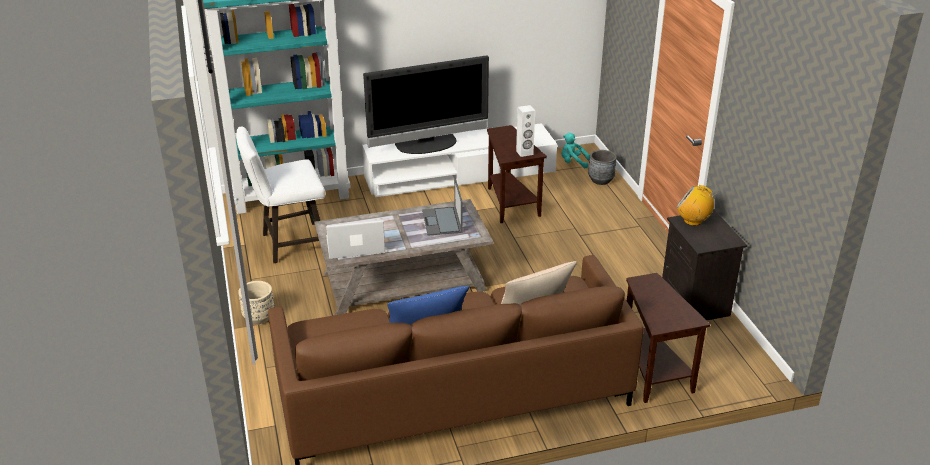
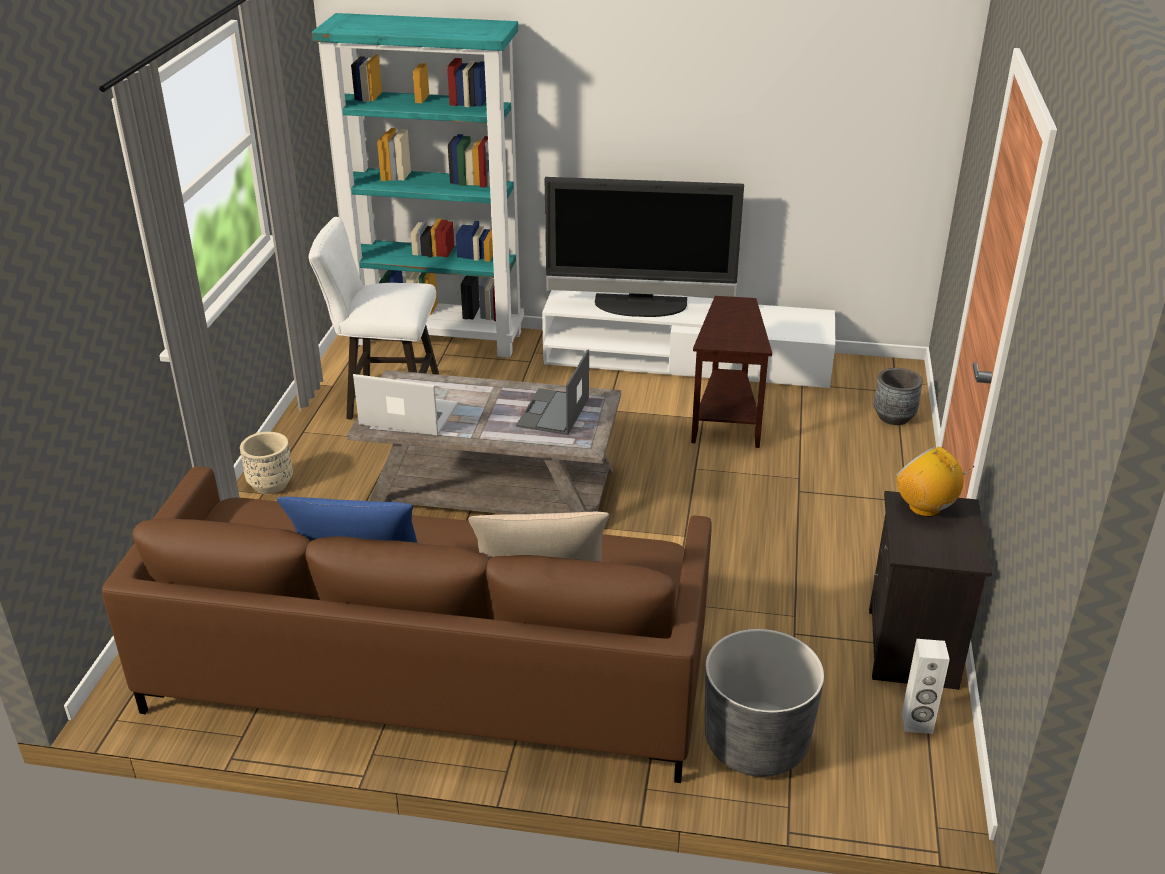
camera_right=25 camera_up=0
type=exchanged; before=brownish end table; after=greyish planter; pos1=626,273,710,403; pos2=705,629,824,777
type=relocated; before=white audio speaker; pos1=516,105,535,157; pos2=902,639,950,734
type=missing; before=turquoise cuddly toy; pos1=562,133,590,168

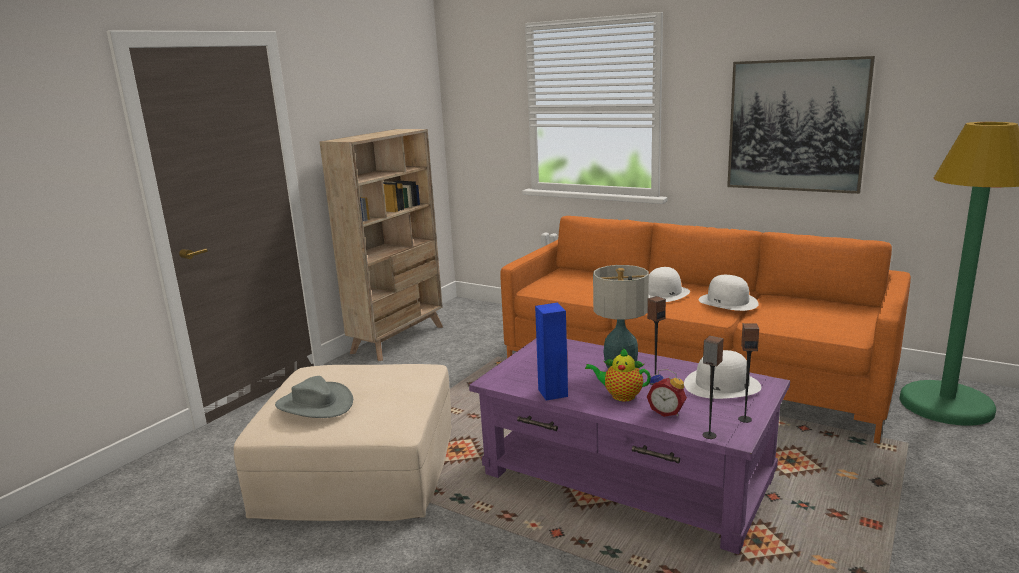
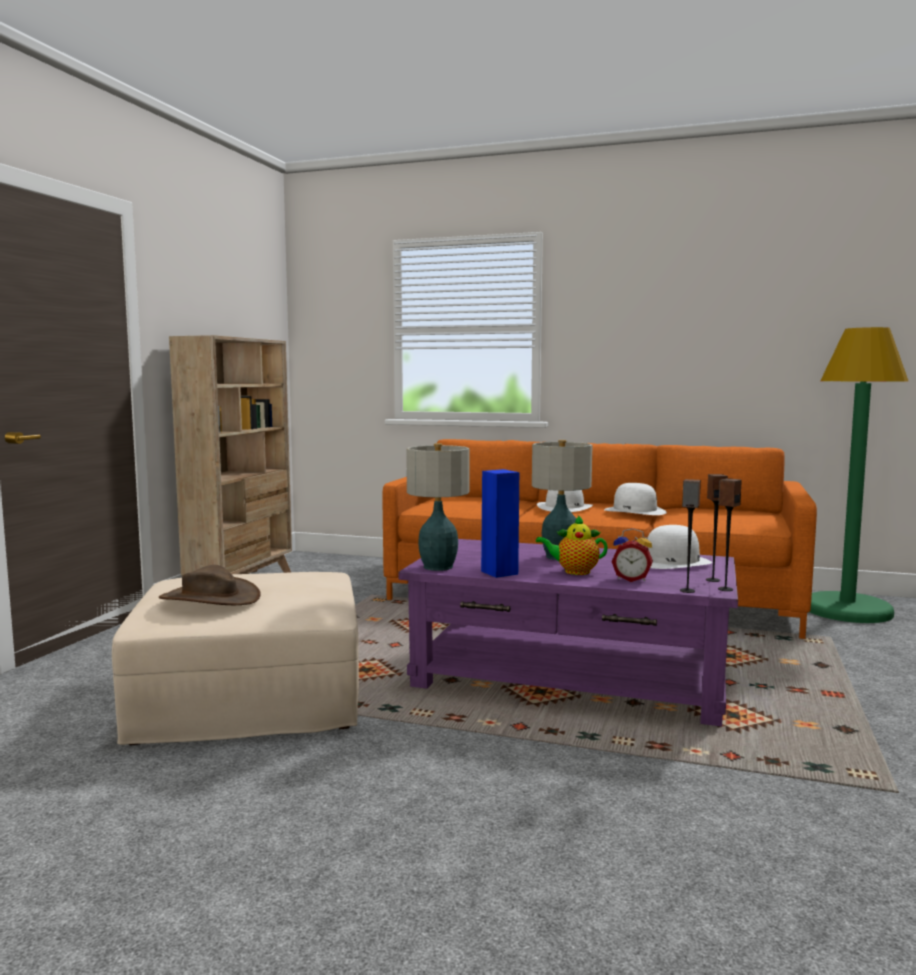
camera_right=-15 camera_up=-10
type=colour; before=greyish wearable hat; after=brownish wearable hat; pos1=275,376,353,418; pos2=159,565,261,605
type=appeared; after=tabletop lamp; pos2=406,443,470,571
type=relocated; before=audio speaker; pos1=647,296,666,385; pos2=718,478,742,591
type=missing; before=picture; pos1=727,56,875,194

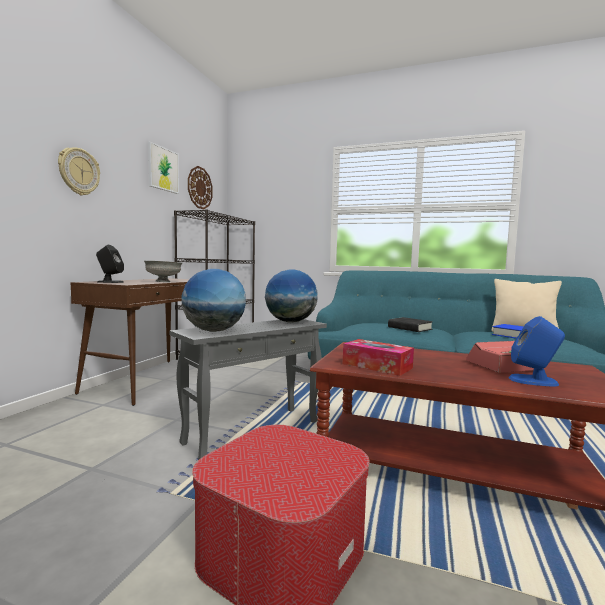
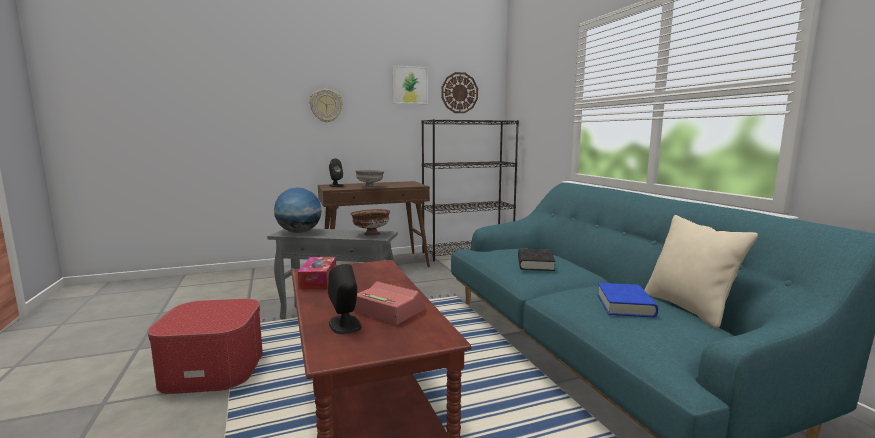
camera_right=50 camera_up=5
type=colour; before=blue audio speaker; after=black audio speaker; pos1=509,316,565,386; pos2=328,264,361,334
type=exchanged; before=globe; after=brownish bowl; pos1=265,269,317,323; pos2=351,209,390,236

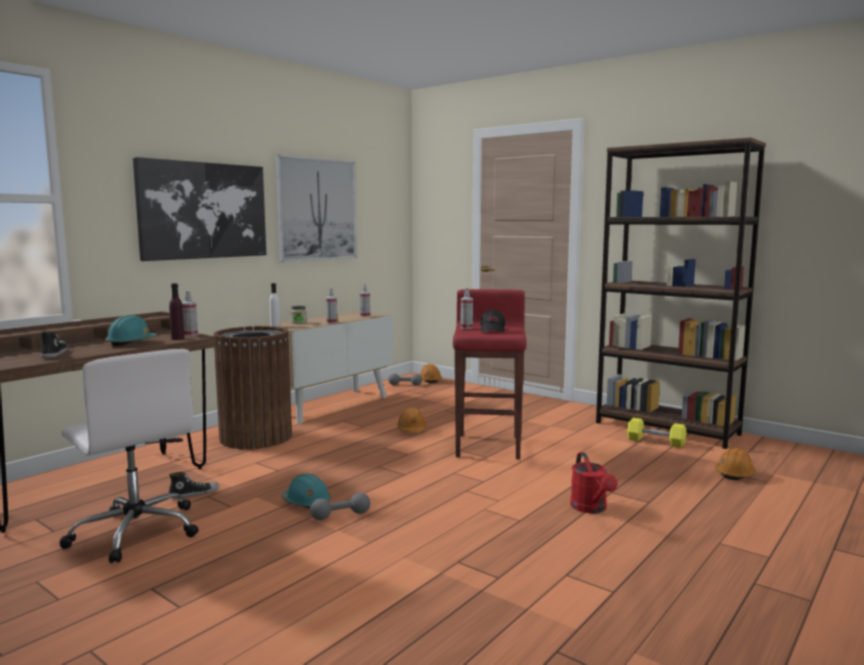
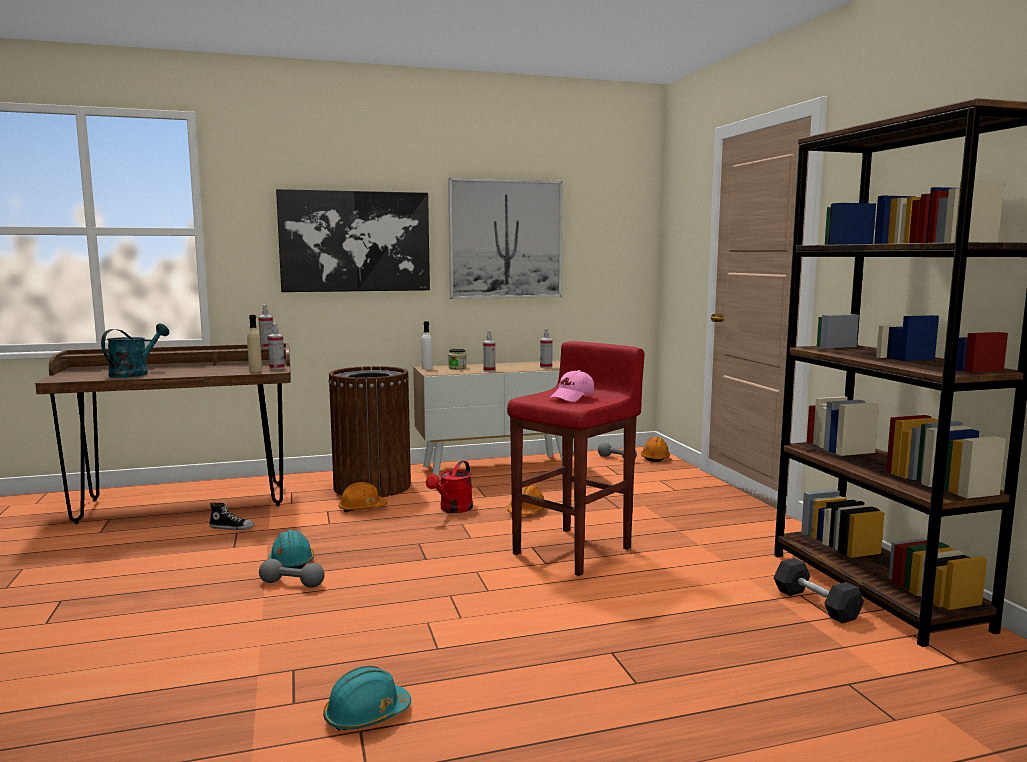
camera_right=35 camera_up=0
type=exchanged; before=shoe; after=turquoise watering pot; pos1=41,331,68,358; pos2=101,323,169,378
type=colour; before=purplish drink bottle; after=beige-coloured drink bottle; pos1=169,283,185,340; pos2=247,315,262,372
type=relocated; before=sprayer; pos1=461,287,473,329; pos2=258,305,273,348
type=relocated; before=turquoise hard hat; pos1=105,315,157,346; pos2=323,666,411,731
type=relocated; before=orange-coloured hard hat; pos1=715,448,755,480; pos2=338,482,388,512
type=relocated; before=red watering pot; pos1=570,452,617,514; pos2=426,461,473,513
type=colour; before=black cap; after=pink cap; pos1=480,309,505,332; pos2=550,370,594,402
type=colour; before=yellow dumbbell; after=black dumbbell; pos1=627,418,686,448; pos2=773,558,864,623
type=missing; before=white desk chair; pos1=59,349,198,563

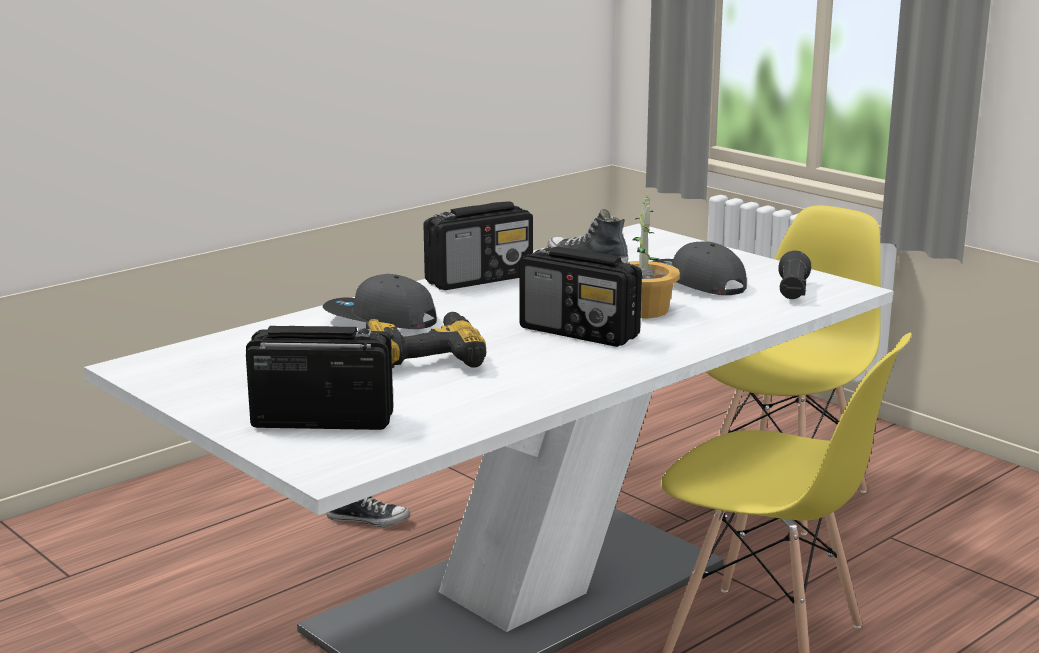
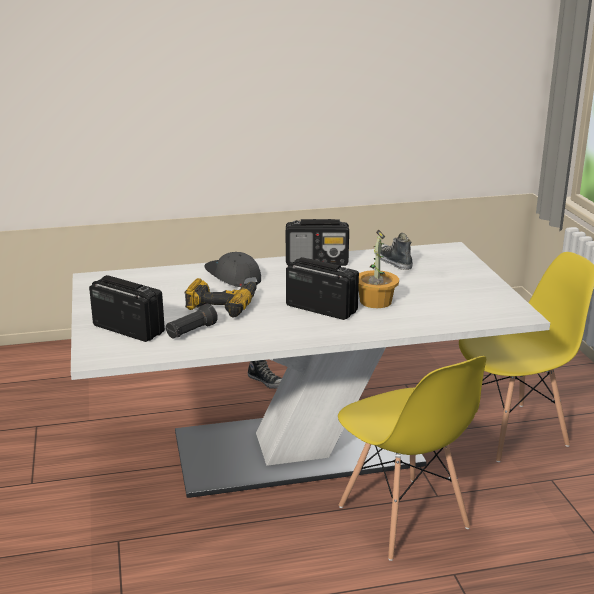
camera_right=30 camera_up=5
type=relocated; before=black flashlight; pos1=778,251,811,299; pos2=165,304,218,338
type=spun; before=radio; pos1=520,246,642,347; pos2=286,257,359,320; turn=150
type=missing; before=greyish cap; pos1=652,242,747,295

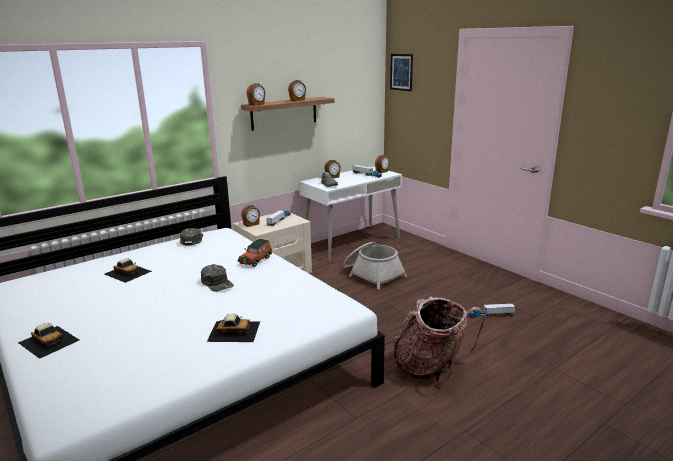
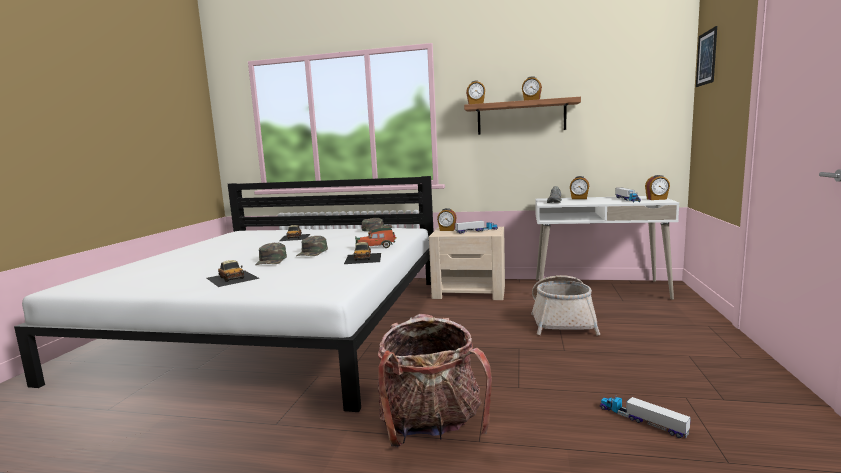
camera_right=50 camera_up=-10
type=appeared; after=green cap; pos2=255,243,287,265
type=relocated; before=model car; pos1=18,323,79,359; pos2=344,242,381,264

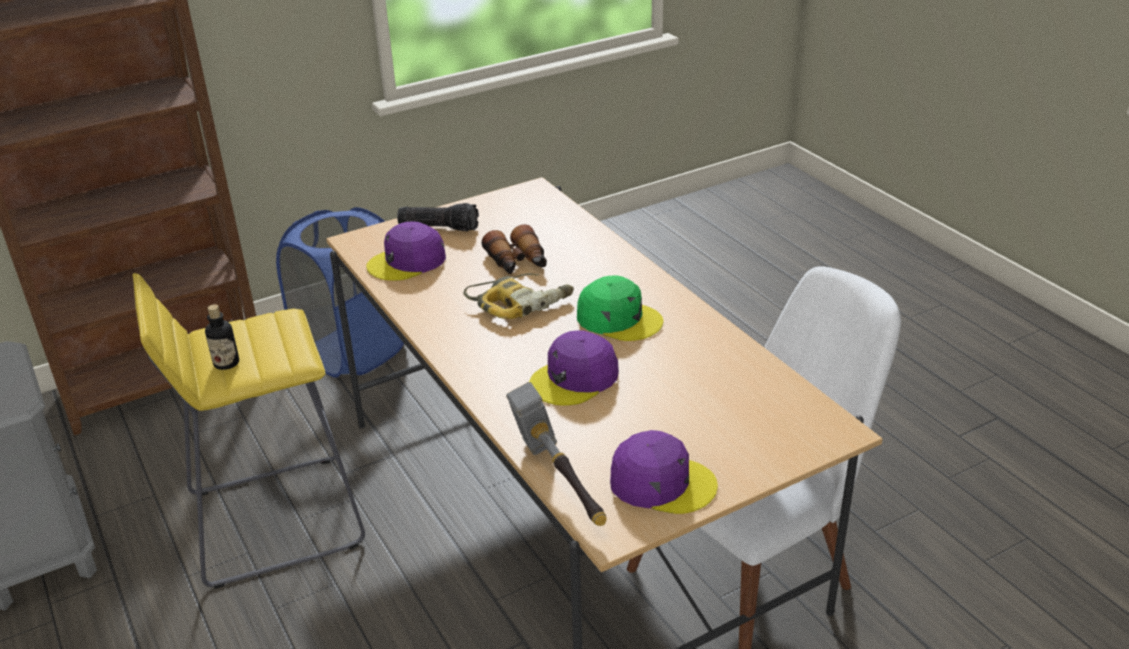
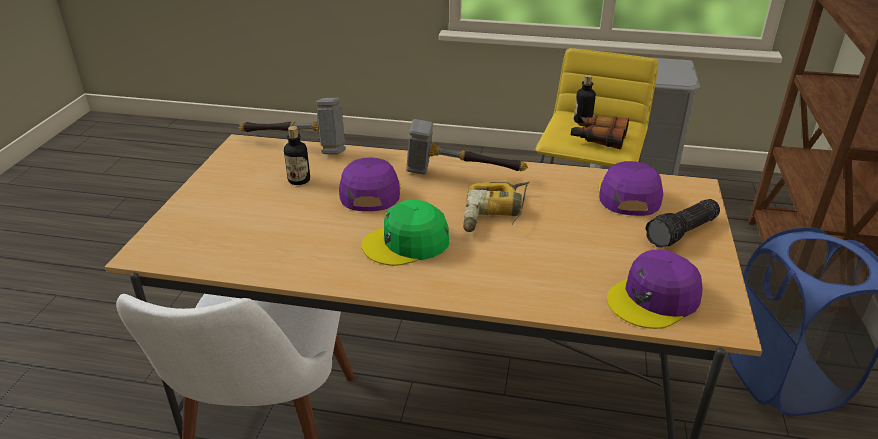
camera_right=130 camera_up=0
type=appeared; after=drink bottle; pos2=284,126,310,185
type=appeared; after=hammer; pos2=406,119,528,175
type=relocated; before=binoculars; pos1=482,224,547,274; pos2=571,116,629,150
type=relocated; before=purplish cap; pos1=610,430,718,514; pos2=607,250,702,329

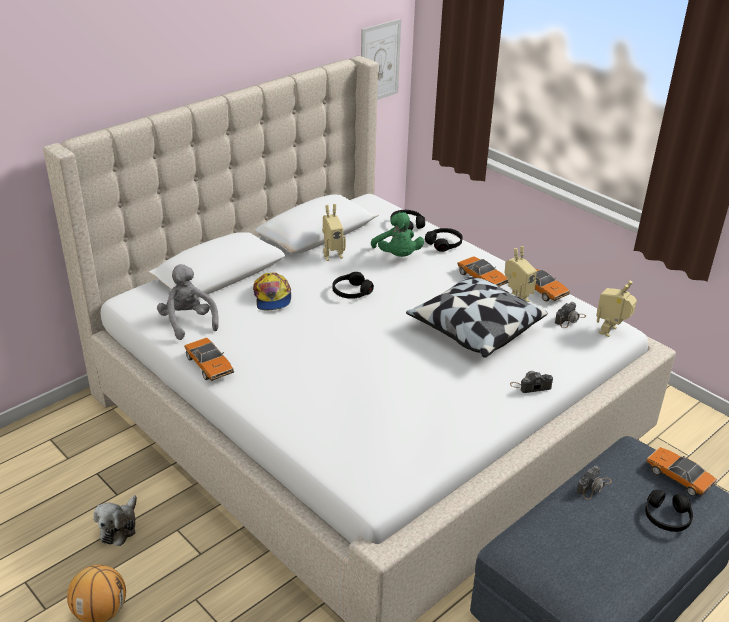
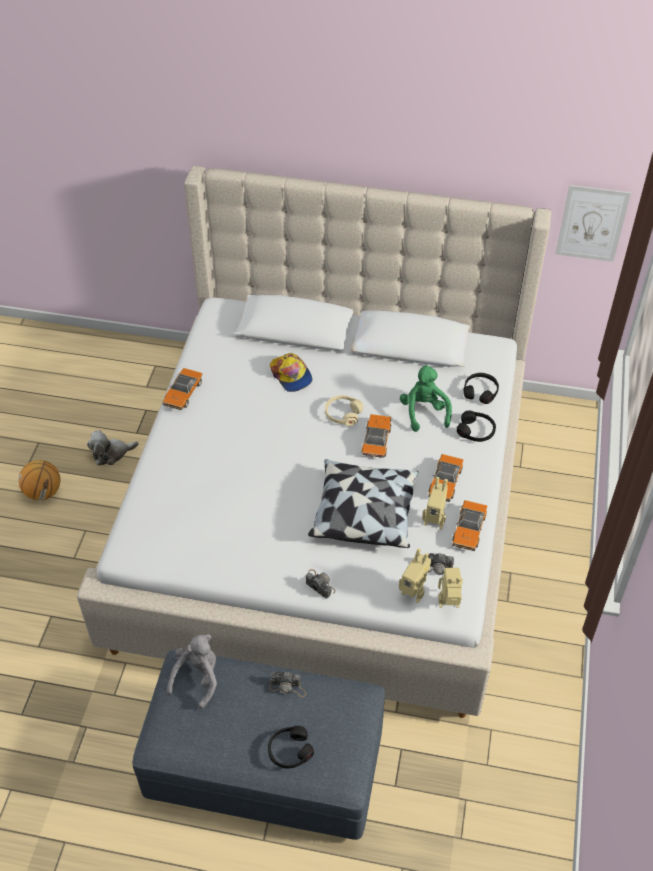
camera_right=55 camera_up=15
type=relocated; before=greyish cuddly toy; pos1=157,264,219,340; pos2=167,634,217,709
type=spun; before=cap; pos1=253,272,291,311; pos2=270,353,312,392; turn=-75
type=colour; before=black pair of headphones; after=beige-coloured pair of headphones; pos1=332,272,374,299; pos2=325,395,364,426
type=relocated; before=model car; pos1=646,447,717,496; pos2=362,414,391,458
type=relocated; before=toy robot; pos1=322,204,346,261; pos2=399,548,431,603
type=spun; before=green cuddly toy; pos1=371,212,424,257; pos2=400,365,452,432; turn=135

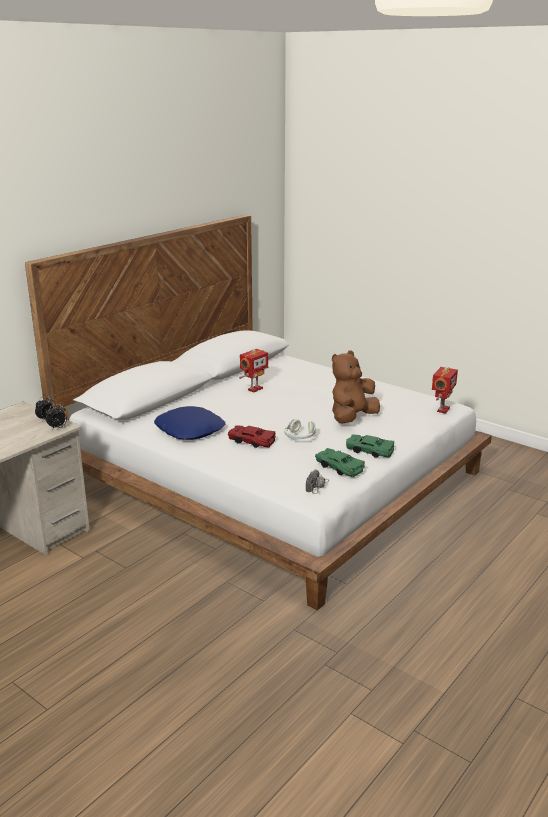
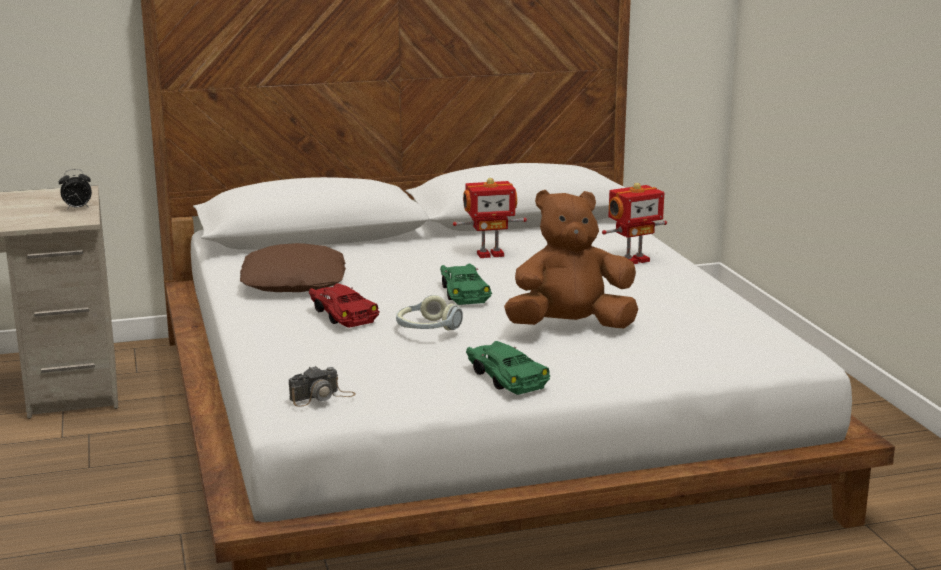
camera_right=35 camera_up=-5
type=colour; before=blue cushion; after=brownish cushion; pos1=154,406,225,440; pos2=240,243,346,292
type=relocated; before=green model car; pos1=315,448,365,477; pos2=440,264,492,305
type=relocated; before=toy robot; pos1=432,367,458,414; pos2=602,183,667,264
type=missing; before=table clock; pos1=46,404,67,430

